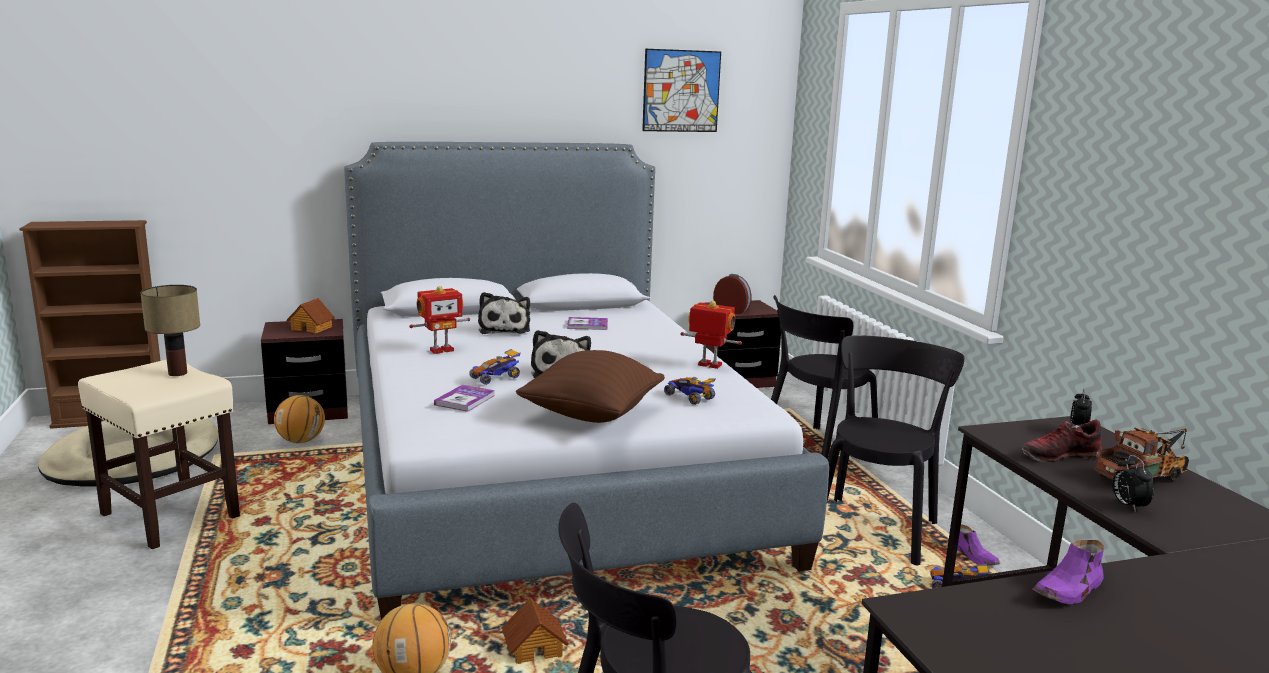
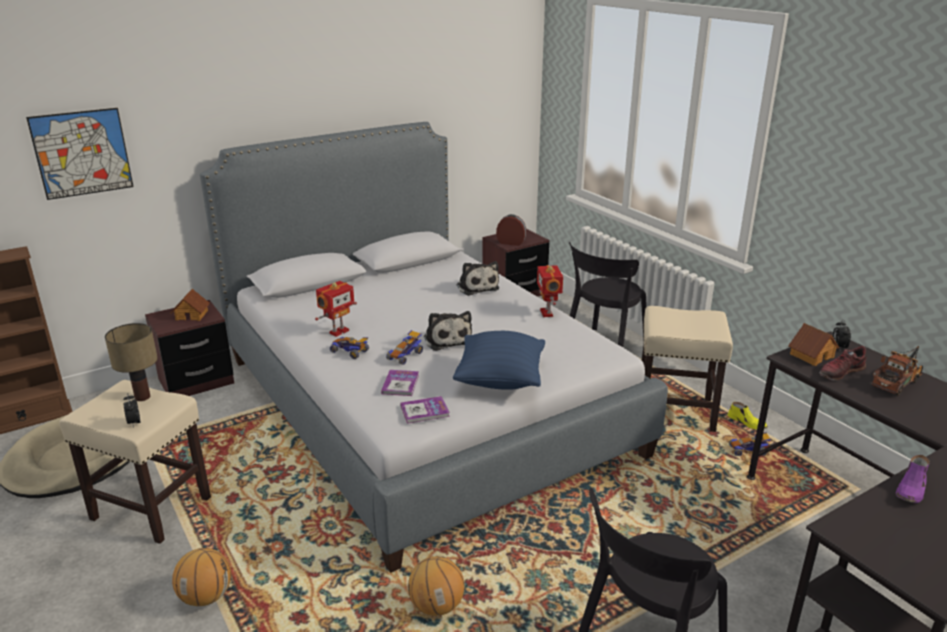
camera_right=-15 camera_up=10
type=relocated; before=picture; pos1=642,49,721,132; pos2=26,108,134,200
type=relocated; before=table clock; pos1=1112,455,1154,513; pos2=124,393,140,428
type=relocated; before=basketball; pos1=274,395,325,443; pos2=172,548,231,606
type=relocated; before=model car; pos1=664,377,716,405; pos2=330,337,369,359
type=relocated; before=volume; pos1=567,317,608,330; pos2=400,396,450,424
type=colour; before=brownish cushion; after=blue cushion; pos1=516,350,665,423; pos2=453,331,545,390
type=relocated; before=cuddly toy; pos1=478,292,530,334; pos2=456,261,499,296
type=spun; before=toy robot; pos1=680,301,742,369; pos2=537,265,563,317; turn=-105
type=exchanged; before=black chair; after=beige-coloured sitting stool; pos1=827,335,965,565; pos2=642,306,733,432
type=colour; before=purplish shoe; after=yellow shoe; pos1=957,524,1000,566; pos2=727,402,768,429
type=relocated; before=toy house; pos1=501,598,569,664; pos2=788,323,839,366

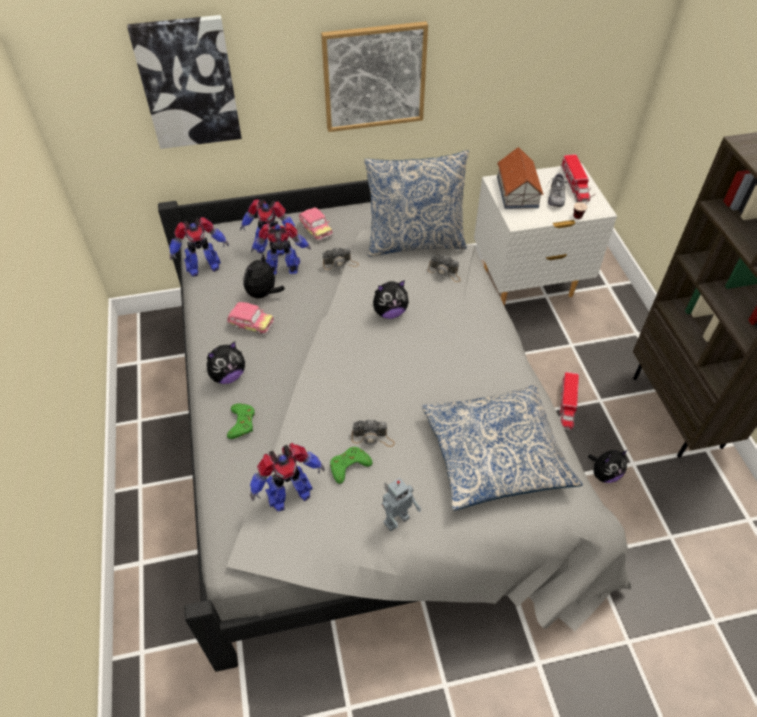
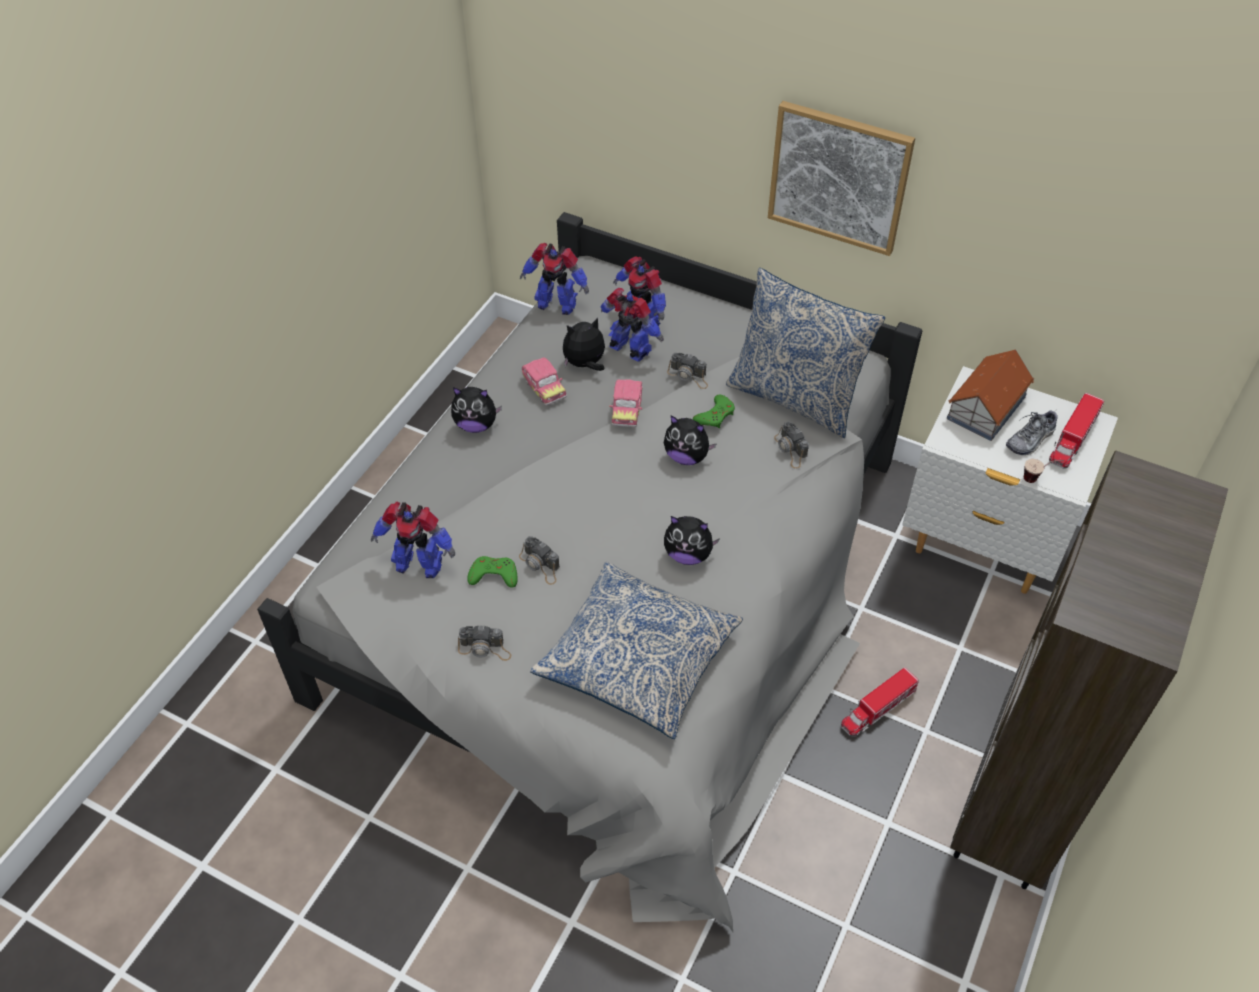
camera_right=40 camera_up=0
type=exchanged; before=toy robot; after=photo camera; pos1=382,478,421,531; pos2=458,625,511,661
type=relocated; before=model car; pos1=299,207,333,241; pos2=609,379,642,427
type=relocated; before=cuddly toy; pos1=588,450,627,483; pos2=664,516,720,565
type=relocated; before=green joypad; pos1=227,403,255,439; pos2=693,395,735,428
type=missing; before=picture; pos1=127,15,242,149

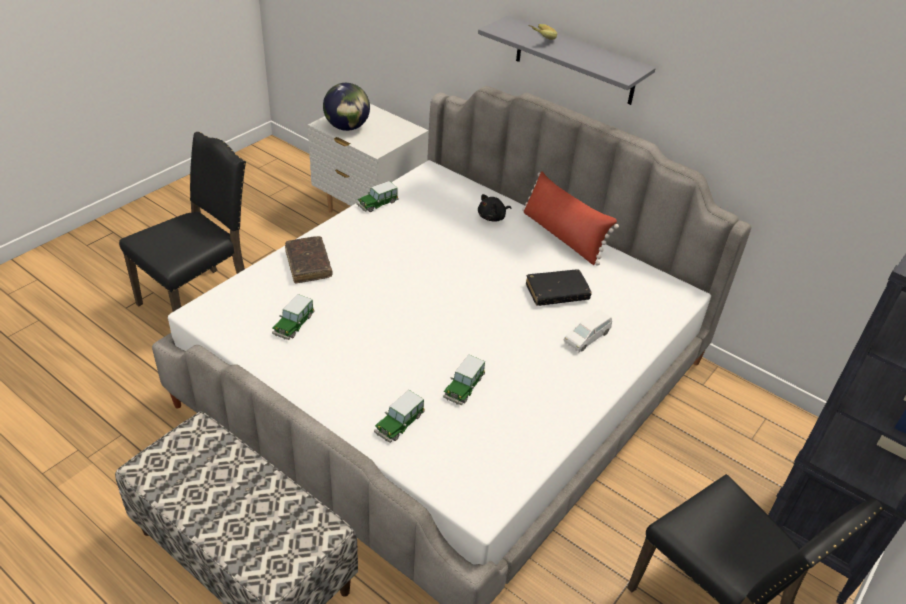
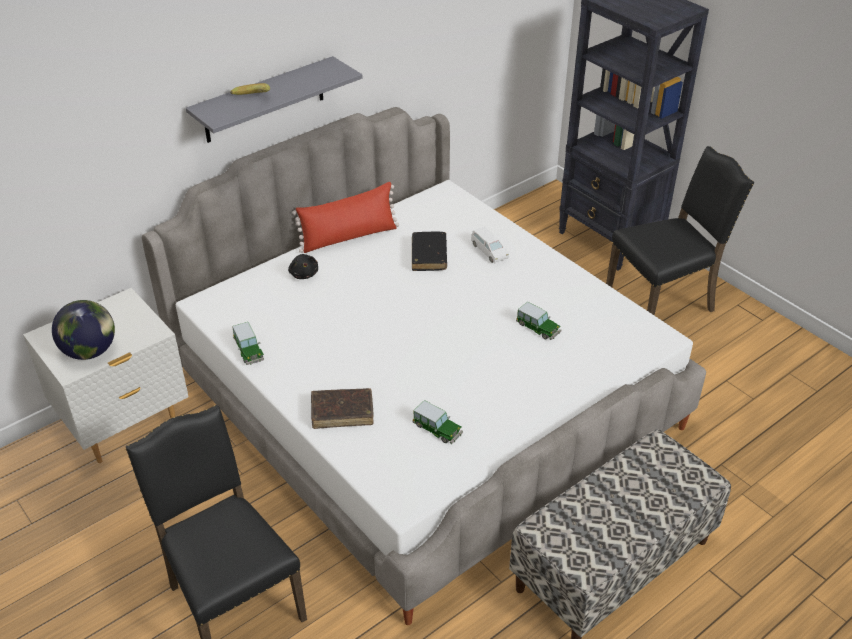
camera_right=-75 camera_up=0
type=missing; before=model car; pos1=374,390,425,443

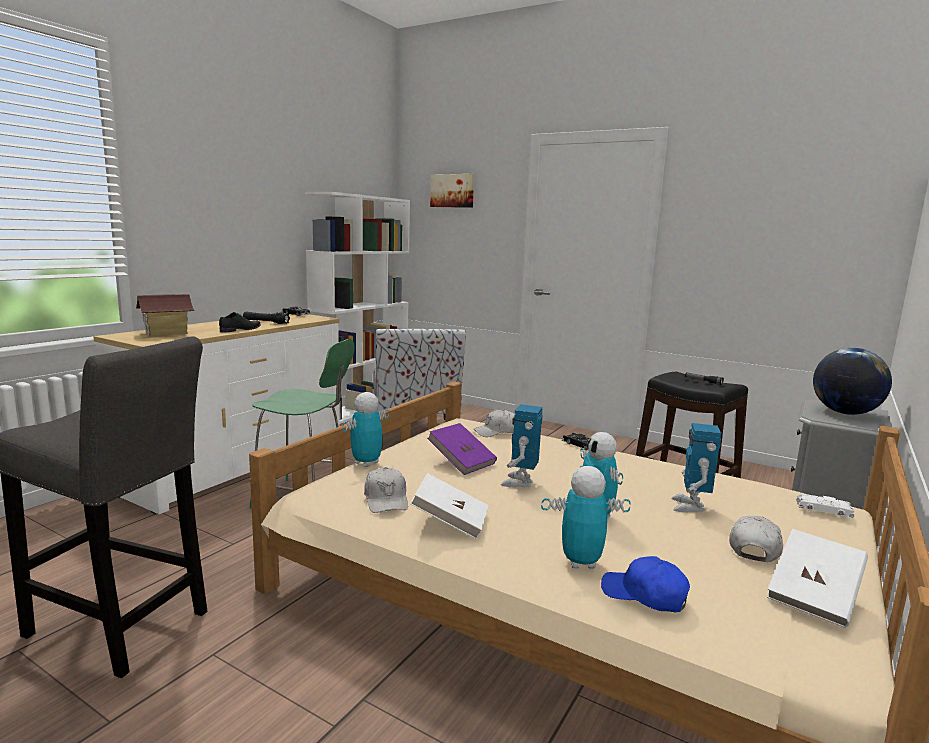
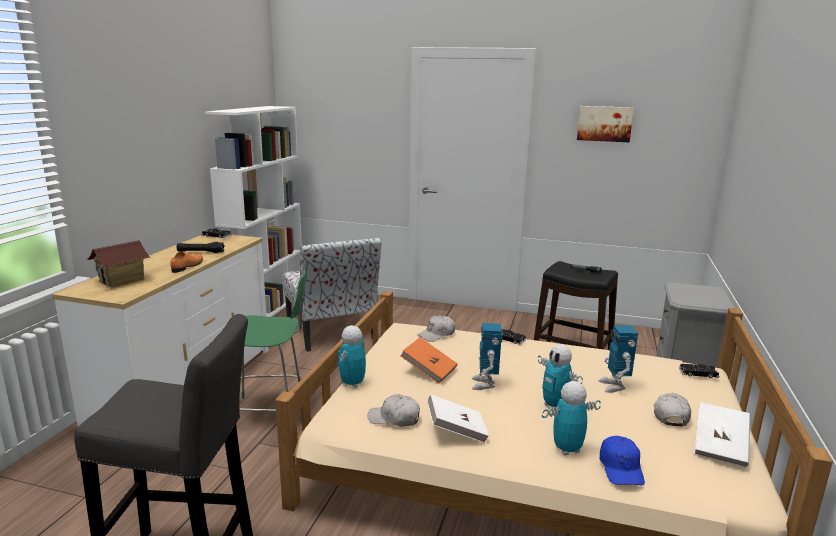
camera_right=-15 camera_up=5
type=colour; before=black shoe; after=orange-coloured shoe; pos1=219,312,261,333; pos2=171,251,203,273
type=spun; before=white cap; pos1=364,467,408,513; pos2=368,394,420,427; turn=135
type=colour; before=purplish volume; after=orange-coloured volume; pos1=427,423,497,475; pos2=400,337,458,384
type=relocated; before=picture; pos1=430,174,474,208; pos2=577,106,634,142
type=spun; before=blue cap; pos1=601,556,690,612; pos2=599,436,645,485; turn=-105
type=colour; before=white model car; after=black model car; pos1=796,494,854,517; pos2=679,364,720,378
type=missing; before=globe; pos1=813,348,892,415

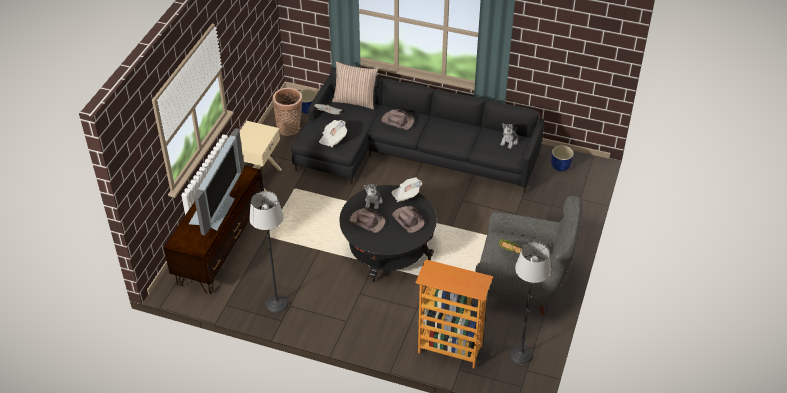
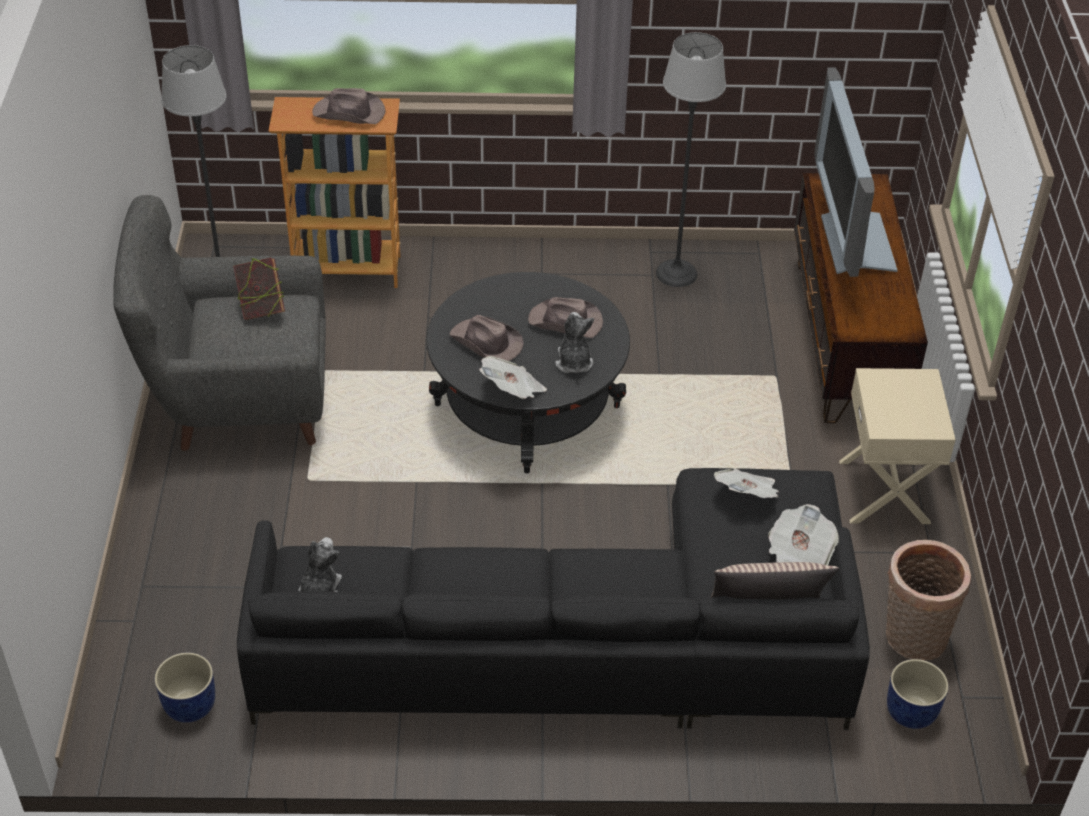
camera_right=160 camera_up=0
type=relocated; before=brownish wearable hat; pos1=382,109,414,130; pos2=312,88,386,124

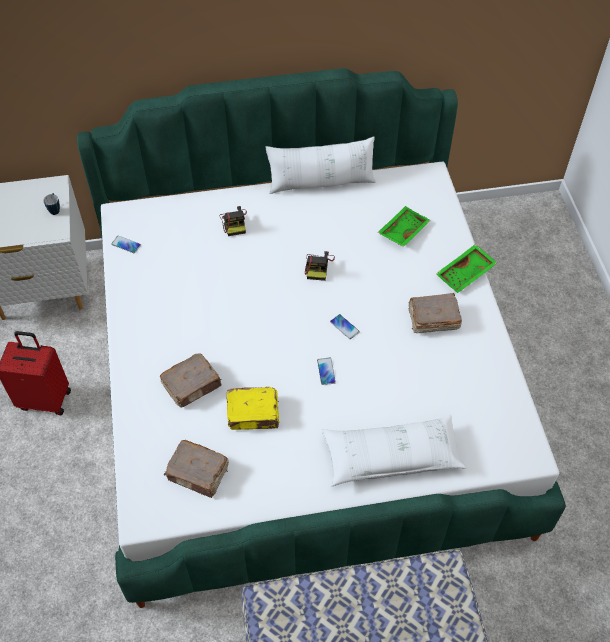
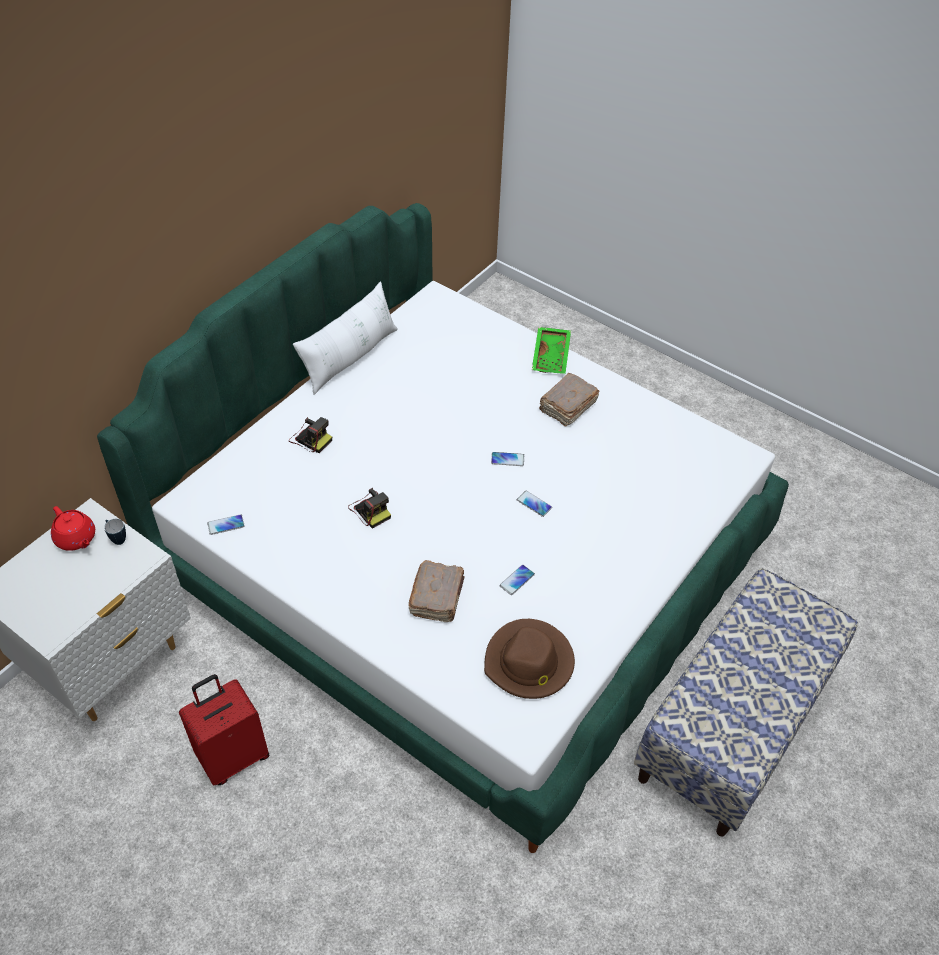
camera_right=-45 camera_up=-5
type=appeared; after=red tea pot; pos2=51,506,95,551
type=relocated; before=photo camera; pos1=305,251,335,281; pos2=348,488,391,529
type=exchanged; before=brownish volume; after=brownish wearable hat; pos1=164,440,229,498; pos2=484,619,575,699
type=exchanged; before=yellow volume; after=telephone; pos1=226,387,280,430; pos2=500,565,535,595
type=missing; before=white cushion; pos1=322,415,466,486
type=missing; before=green tray; pos1=377,206,431,247

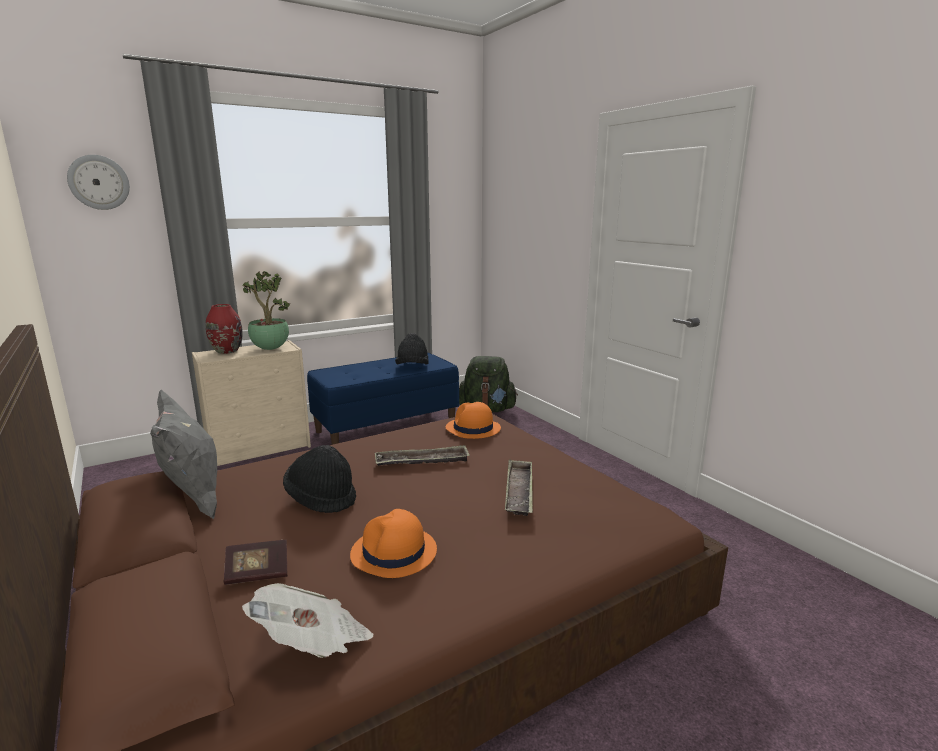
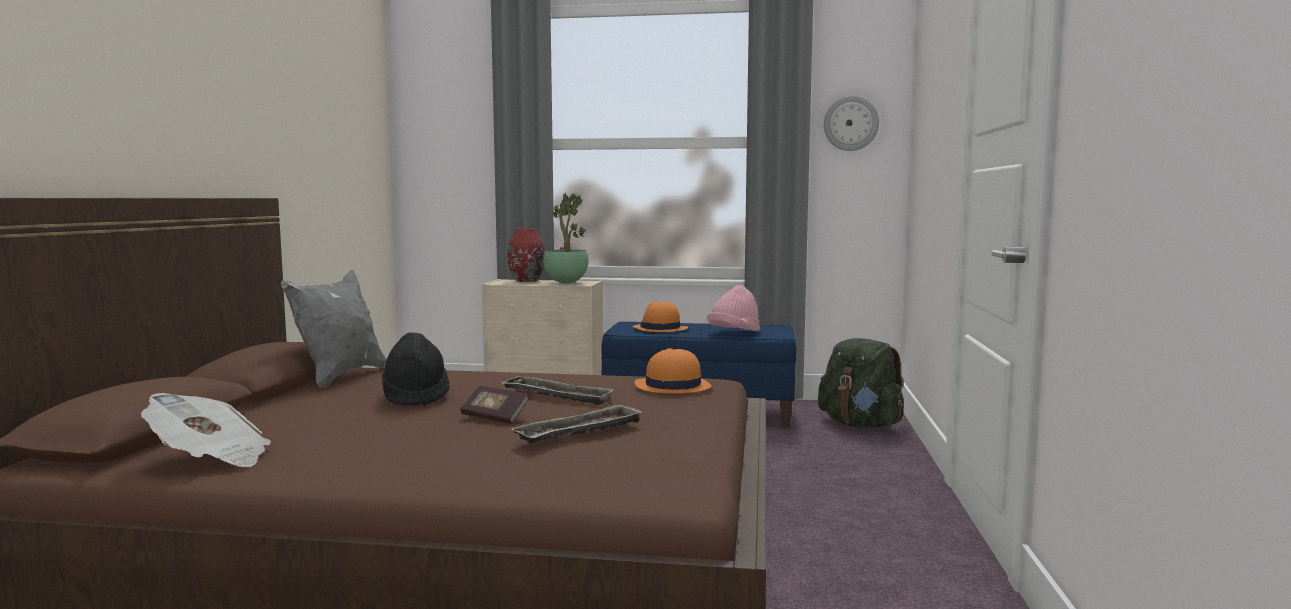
camera_right=40 camera_up=-10
type=relocated; before=volume; pos1=224,539,287,585; pos2=460,386,529,424
type=relocated; before=orange-coloured wearable hat; pos1=350,509,437,578; pos2=632,301,688,332
type=colour; before=black wearable hat; after=pink wearable hat; pos1=395,333,429,365; pos2=707,285,760,331
type=relocated; before=hanging clock; pos1=67,155,130,210; pos2=824,96,879,151

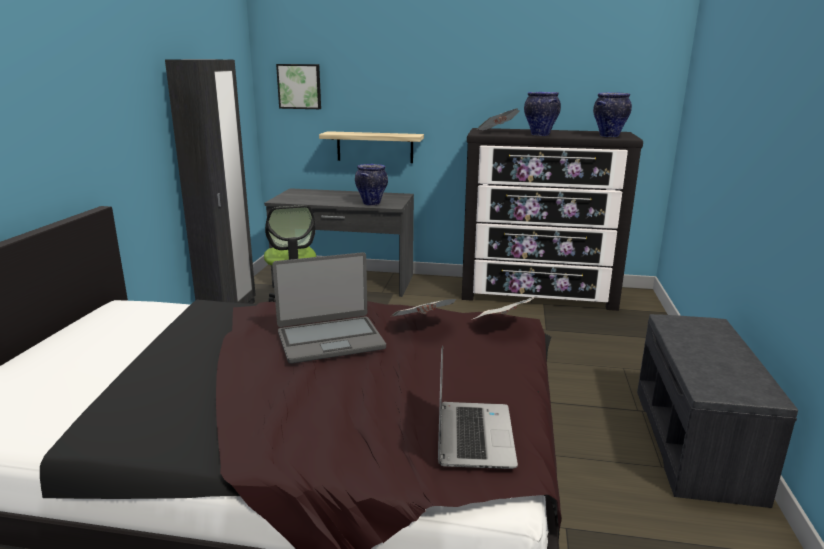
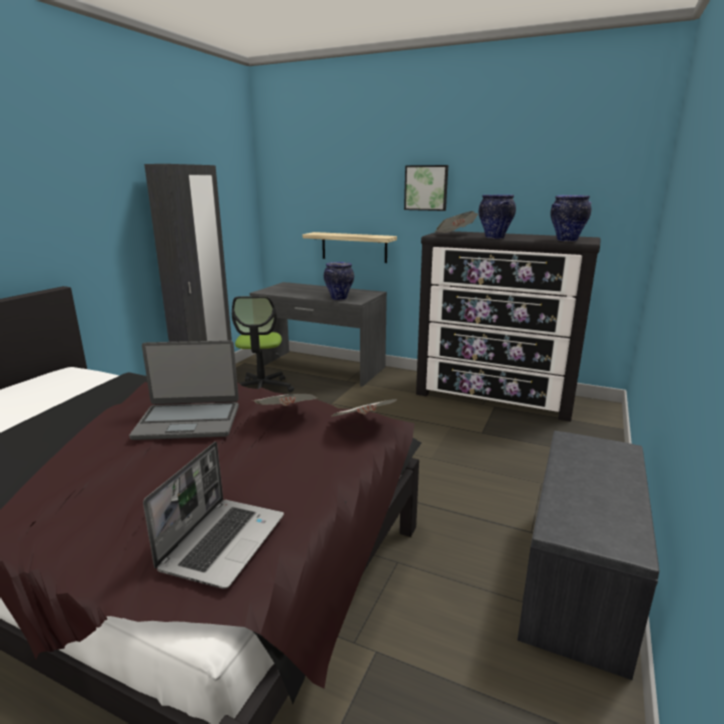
camera_right=15 camera_up=0
type=relocated; before=picture; pos1=276,64,321,109; pos2=404,165,448,211

